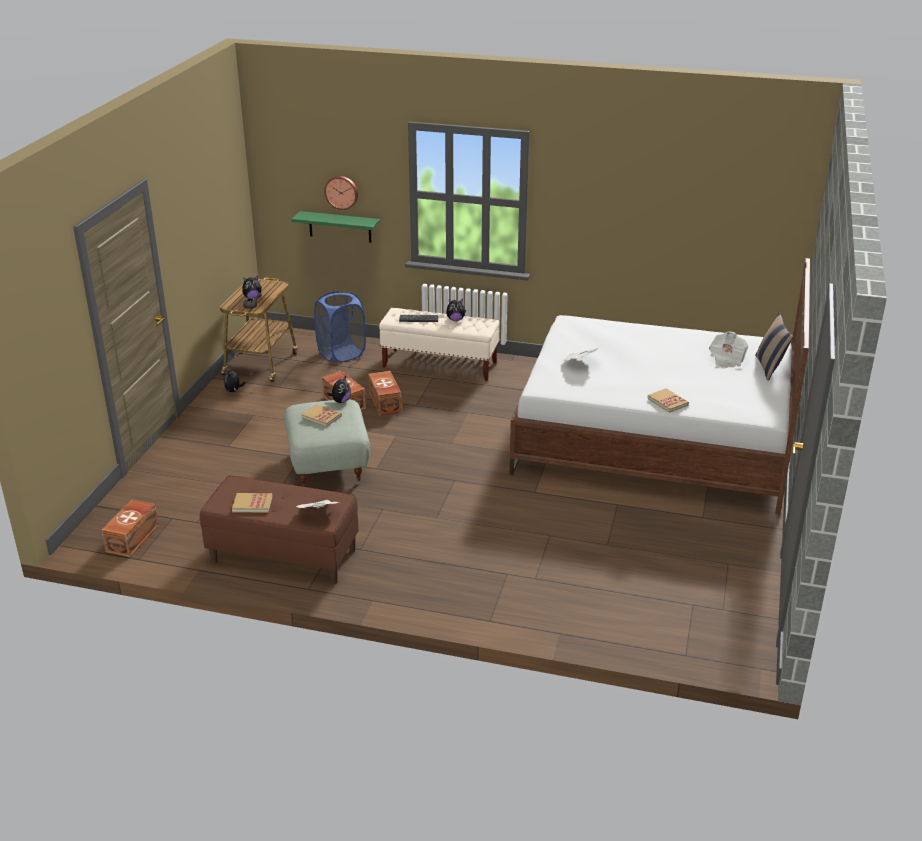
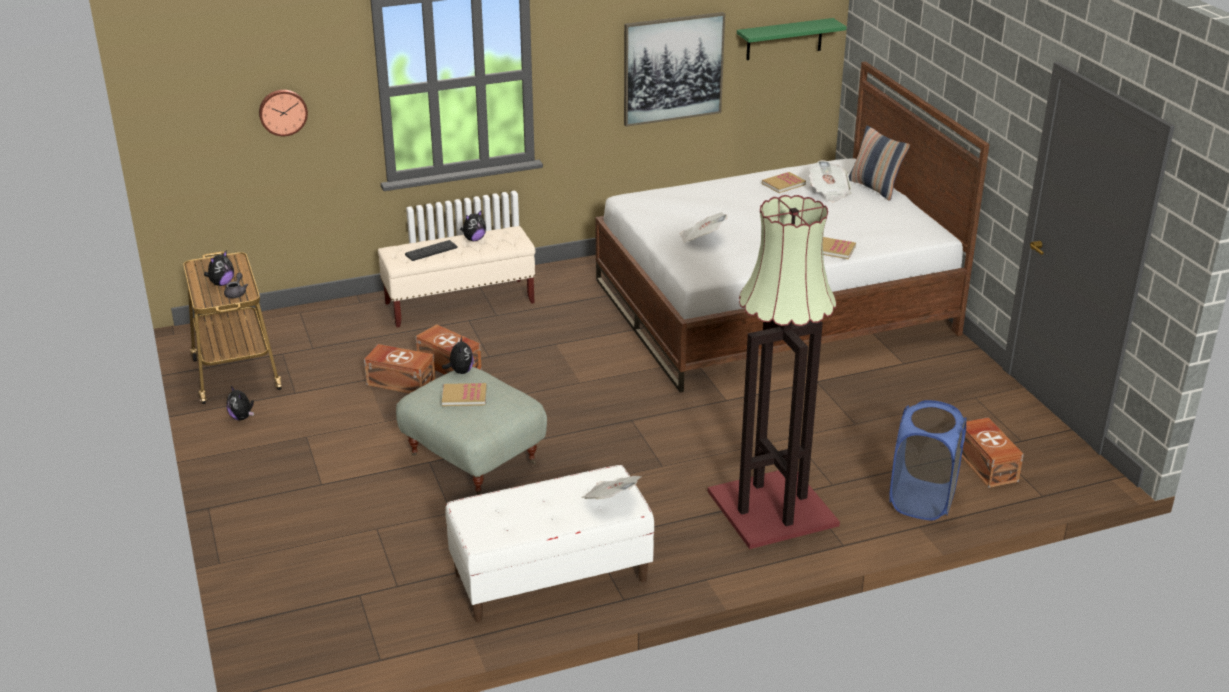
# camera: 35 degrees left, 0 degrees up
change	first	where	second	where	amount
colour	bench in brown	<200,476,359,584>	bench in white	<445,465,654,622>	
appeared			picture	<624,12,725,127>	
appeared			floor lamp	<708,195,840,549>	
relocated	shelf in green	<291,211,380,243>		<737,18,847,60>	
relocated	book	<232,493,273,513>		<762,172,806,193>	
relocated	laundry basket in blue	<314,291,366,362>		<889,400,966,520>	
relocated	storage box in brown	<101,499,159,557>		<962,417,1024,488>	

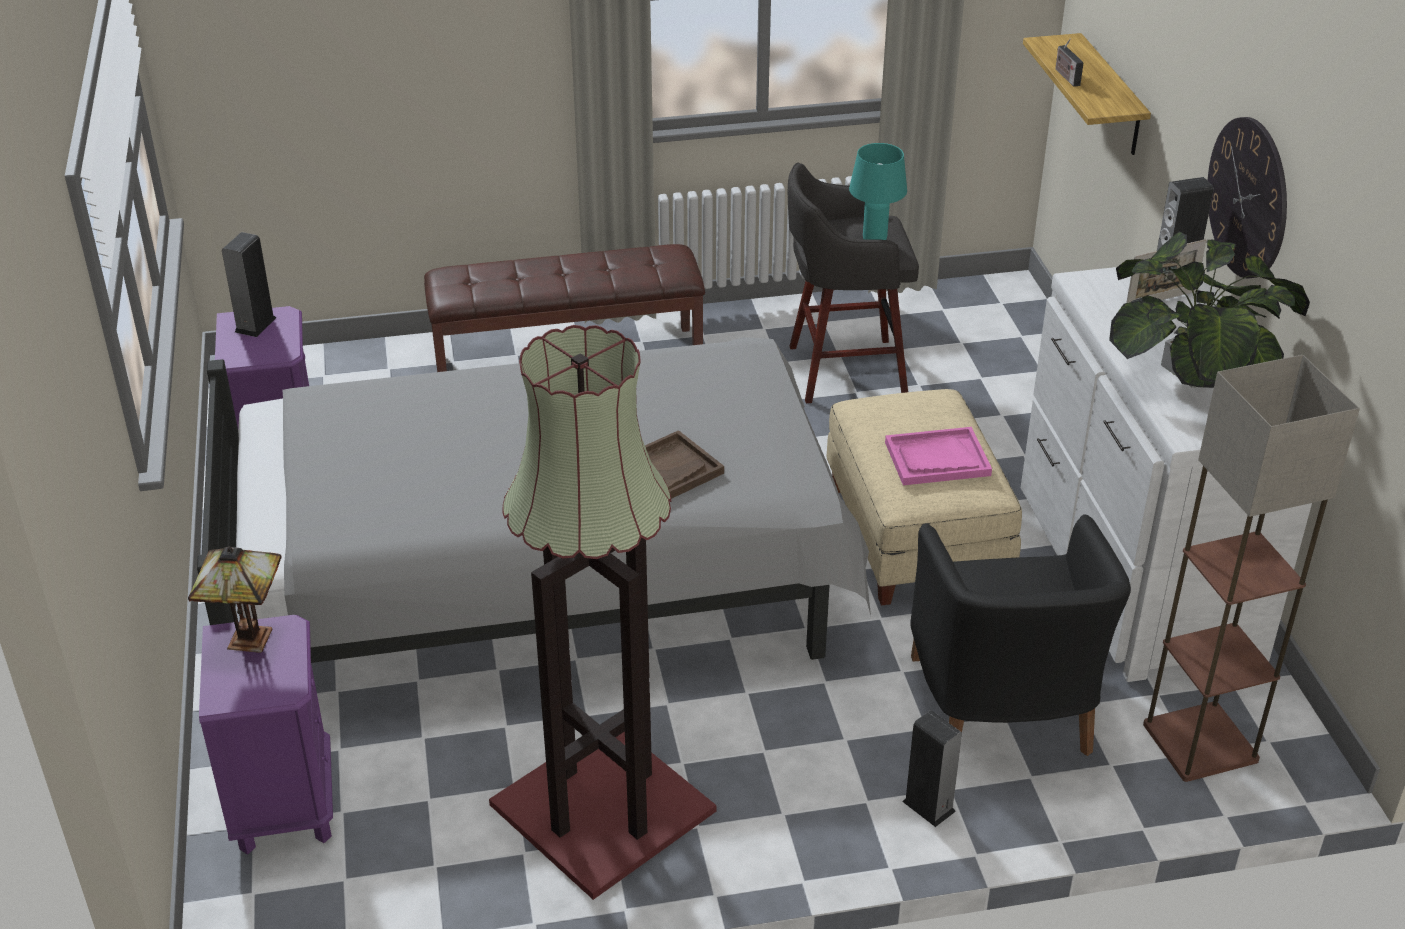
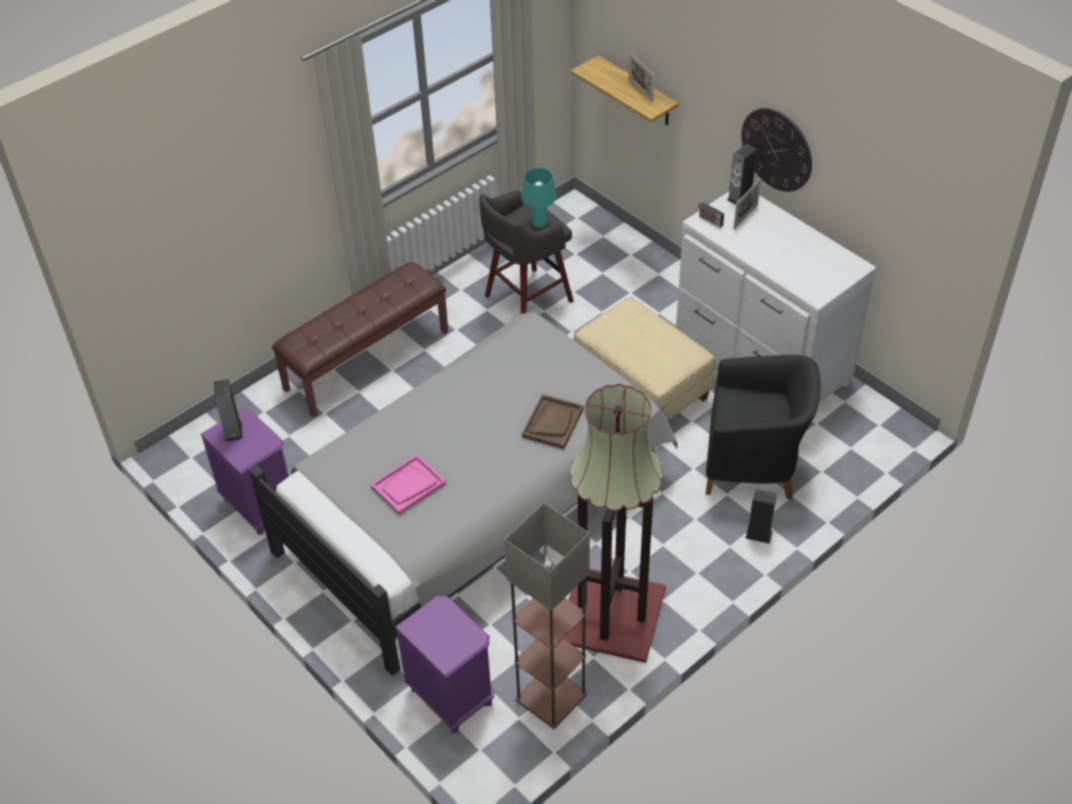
# camera: 30 degrees left, 10 degrees up
change	first	where	second	where	amount
relocated	tray in pink	<885,427,992,485>		<371,454,446,515>	
relocated	floor lamp	<1143,355,1360,782>		<504,503,590,729>	
appeared			picture frame	<628,52,654,103>	
relocated	radio	<1055,39,1084,87>		<698,200,724,228>	
spun	armchair in black	<910,514,1131,756>		<706,355,821,500>	45 degrees counterclockwise
missing	table lamp	<188,546,282,653>			
missing	potted plant	<1109,232,1310,388>			

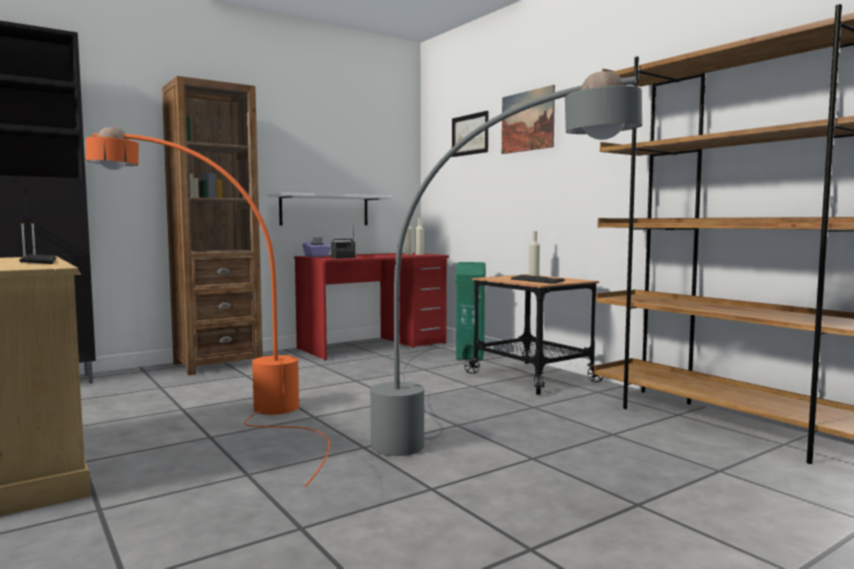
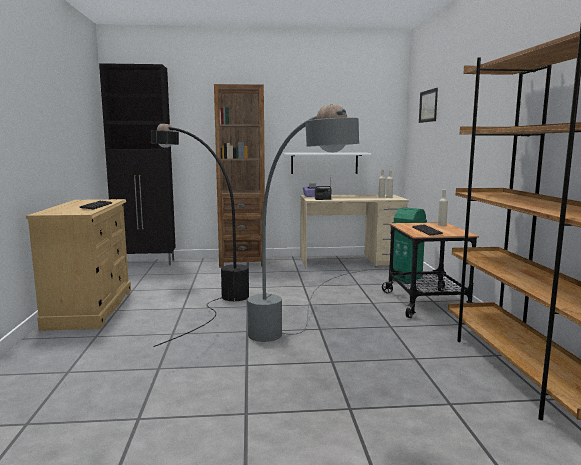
# camera: 30 degrees right, 5 degrees up
change	first	where	second	where	amount
colour	floor lamp in orange	<86,127,330,487>	floor lamp in black	<151,123,249,347>	
colour	desk in red	<294,253,449,360>	desk in beige	<300,194,409,268>	
missing	picture	<502,85,555,154>			

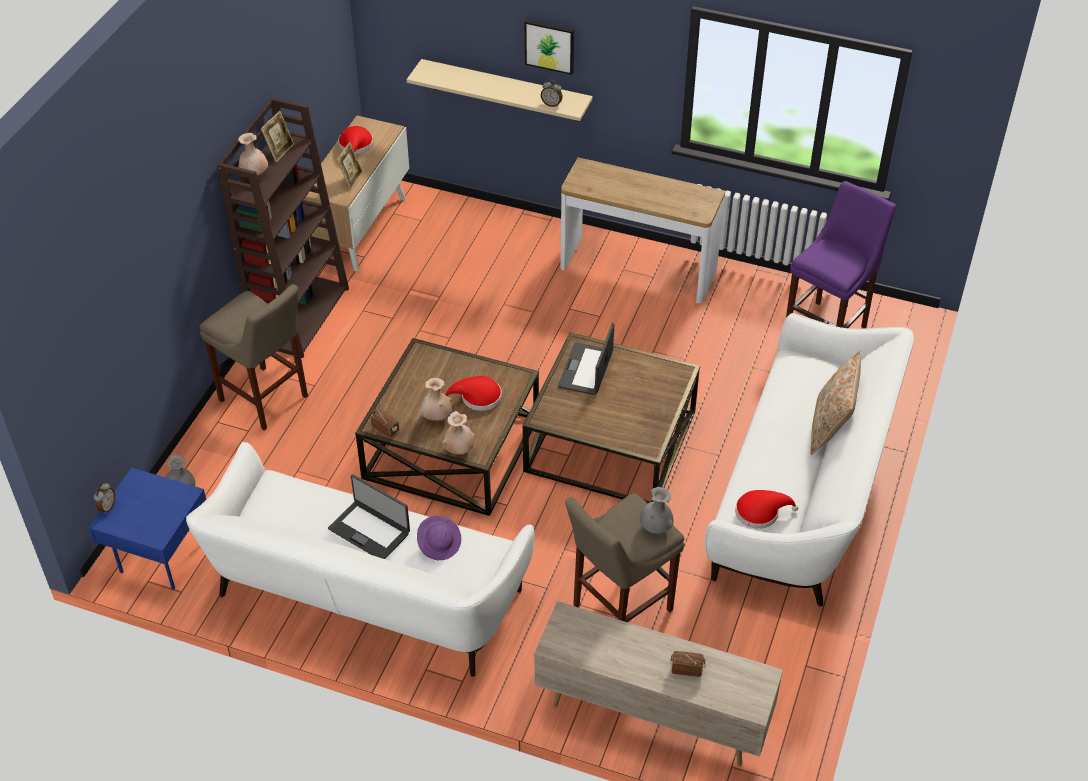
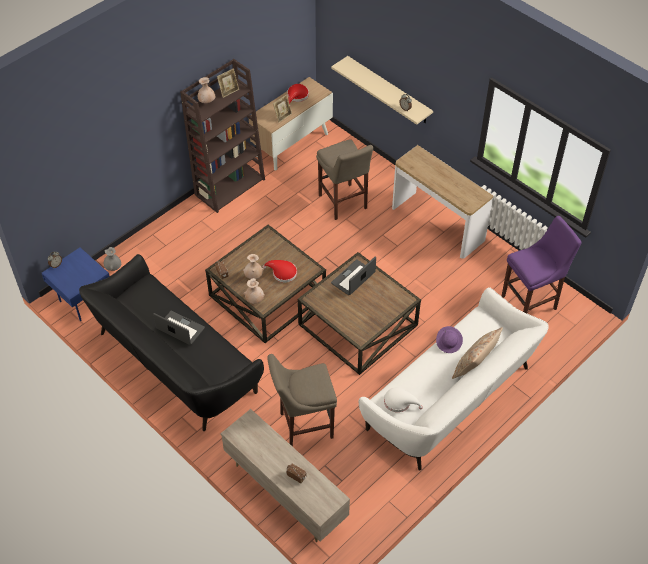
# camera: 25 degrees right, 5 degrees up
change	first	where	second	where	amount
colour	sofa in white	<186,442,535,677>	sofa in black	<79,254,264,431>	
spun	laptop	<328,474,410,559>		<153,310,205,345>	150 degrees clockwise
relocated	stool in beige	<199,284,308,431>		<316,139,373,220>	
colour	hat in red	<735,490,798,529>	hat in white	<384,387,423,412>	
relocated	hat in purple	<417,515,461,560>		<436,326,463,353>	
missing	picture	<525,19,574,75>			
missing	vase in grey	<640,487,674,534>			

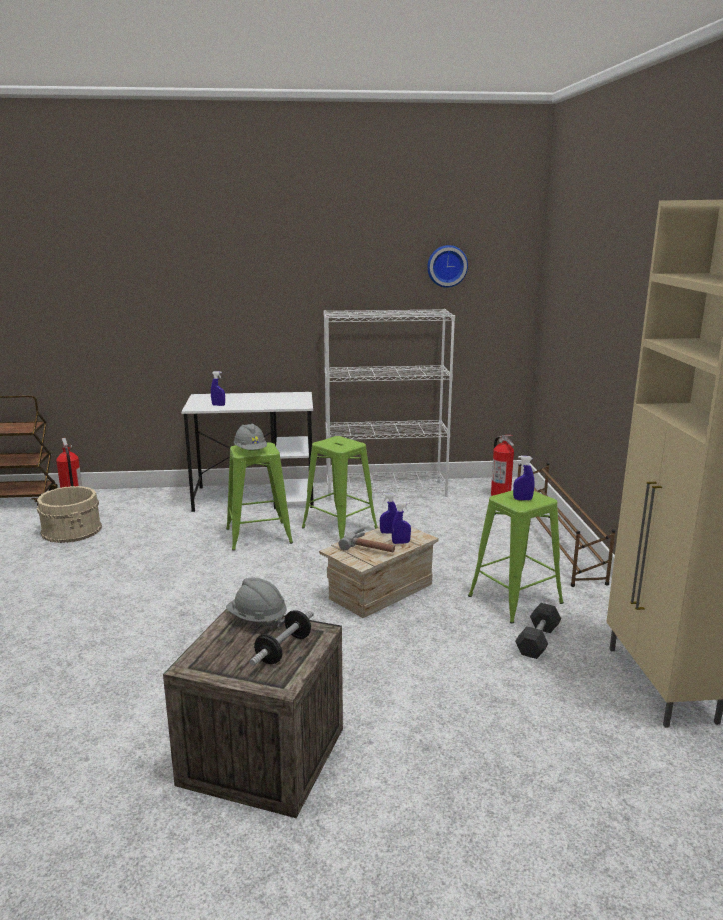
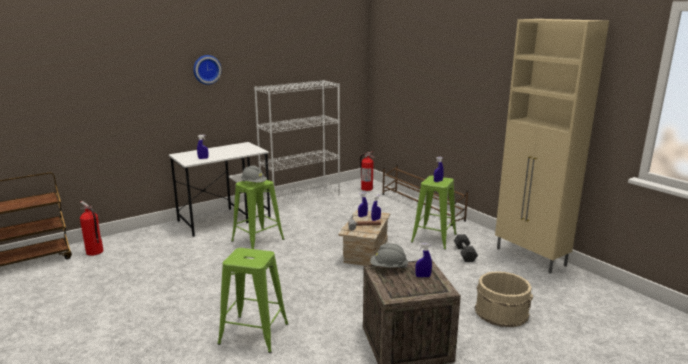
# camera: 30 degrees left, 0 degrees up
change	first	where	second	where	amount
relocated	wall clock	<427,245,468,288>		<193,55,222,85>	
relocated	stool in green	<302,436,378,539>		<218,248,288,353>	
exchanged	dumbbell	<250,610,314,666>	spray bottle in blue	<415,243,432,277>	
relocated	bucket in beige	<37,486,102,543>		<475,271,533,327>	

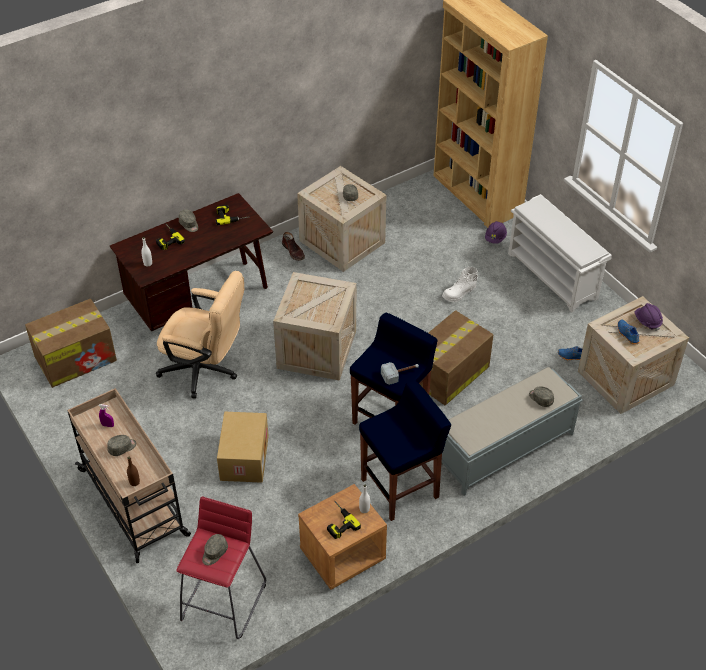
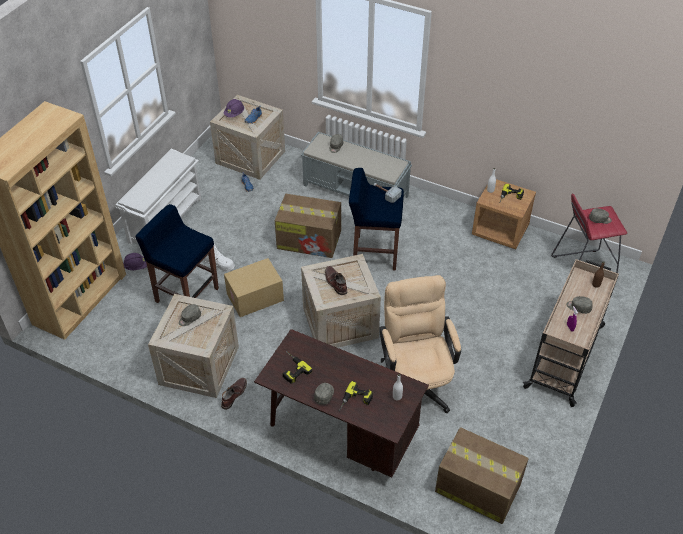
# camera: 120 degrees left, 0 degrees up
change	first	where	second	where	amount
relocated	stool in blue	<359,381,451,521>		<135,204,219,303>	
relocated	cardboard box	<217,412,269,483>		<224,258,284,317>	
appeared			boot in brown	<325,266,347,295>	

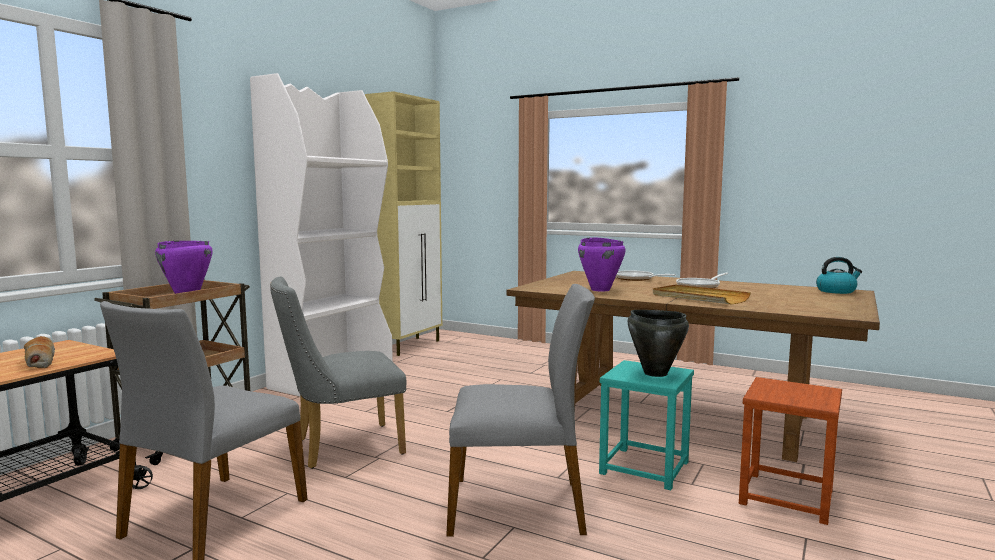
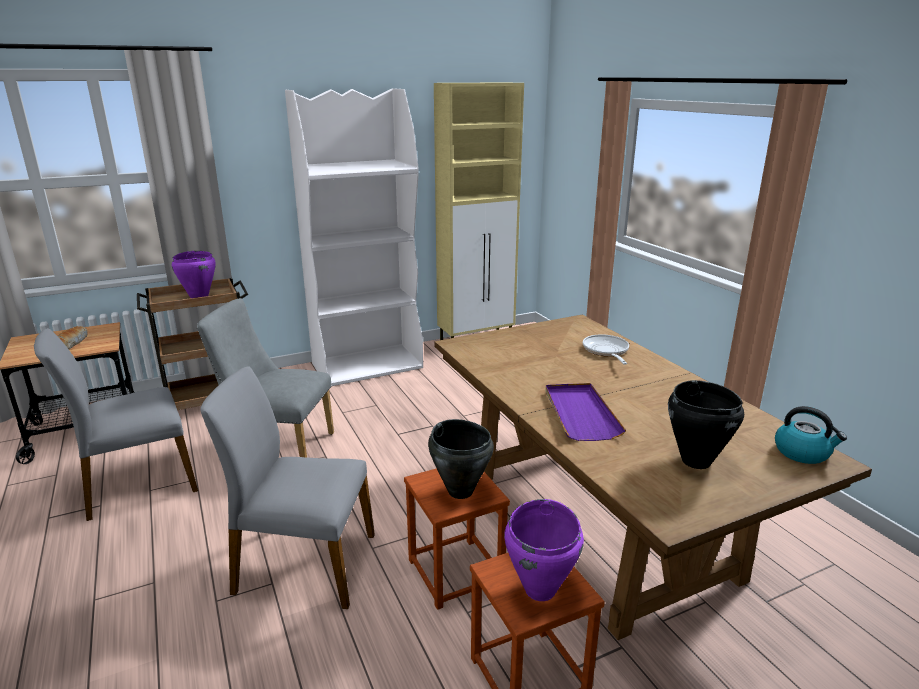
# camera: 35 degrees right, 15 degrees up
change	first	where	second	where	amount
spun	chair in grey	<446,284,595,537>		<200,366,375,609>	150 degrees clockwise
colour	stool in turquoise	<599,360,694,490>	stool in brown	<404,468,510,610>	
relocated	cooking pot in purple	<578,237,626,291>		<504,499,584,601>	
colour	tray in beige	<653,284,751,304>	tray in purple	<545,383,626,441>	
appeared			cooking pot in black	<668,380,744,469>	
missing	frying pan	<676,273,729,288>			

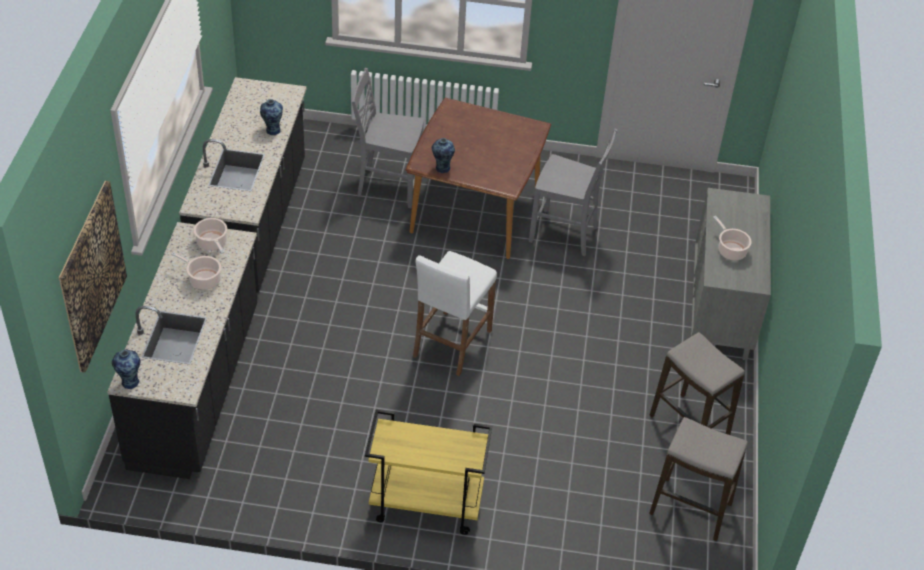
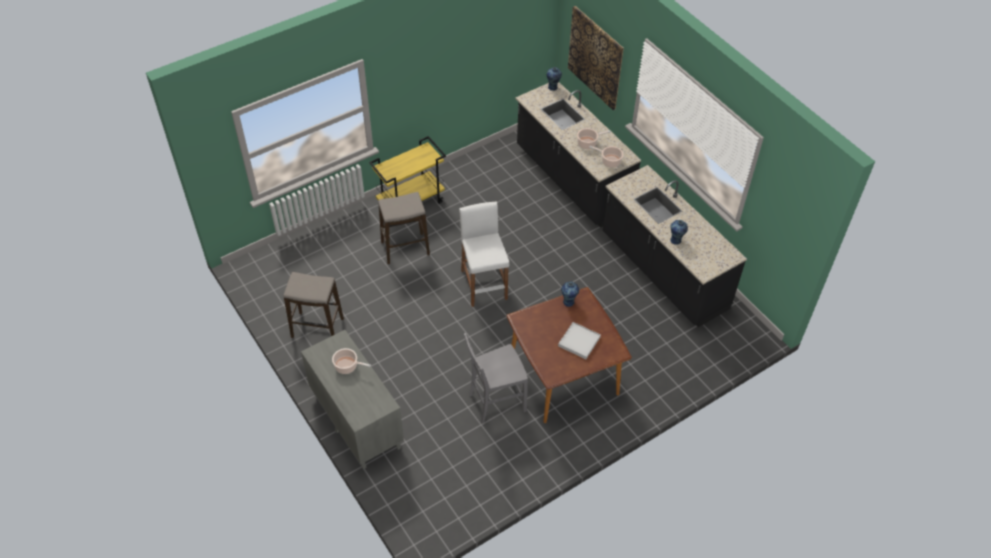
# camera: 140 degrees right, 5 degrees up
change	first	where	second	where	amount
relocated	stool	<649,417,748,541>		<378,192,430,264>	
appeared			tray in white	<558,322,601,359>	
missing	chair in grey	<352,68,424,208>			

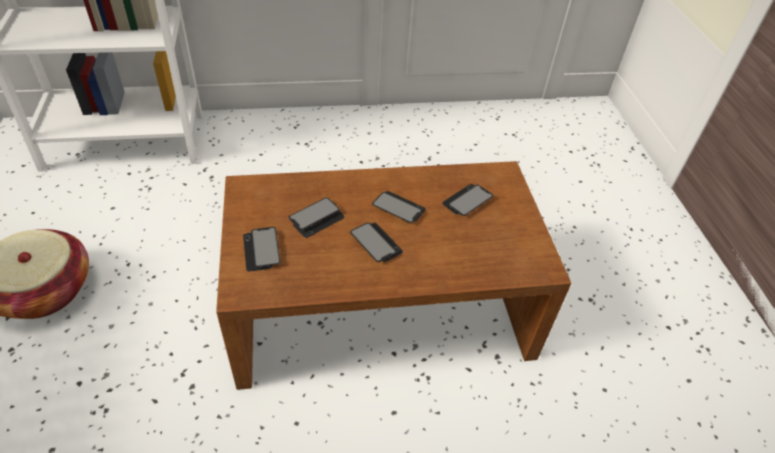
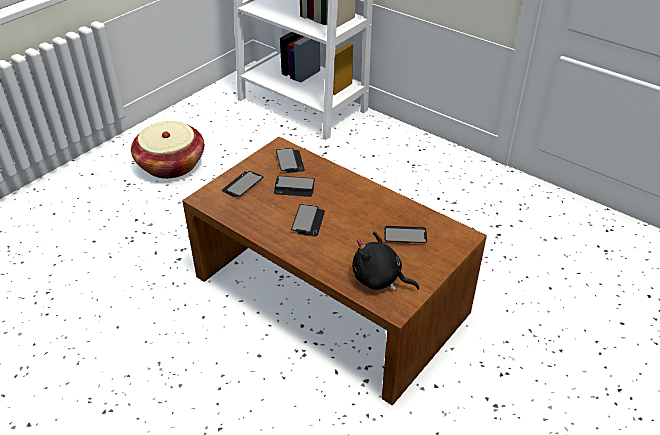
# camera: 50 degrees right, 5 degrees down
change	first	where	second	where	amount
relocated	phone	<372,191,426,223>		<276,148,305,173>	
appeared			plush toy in black	<352,232,419,291>	

